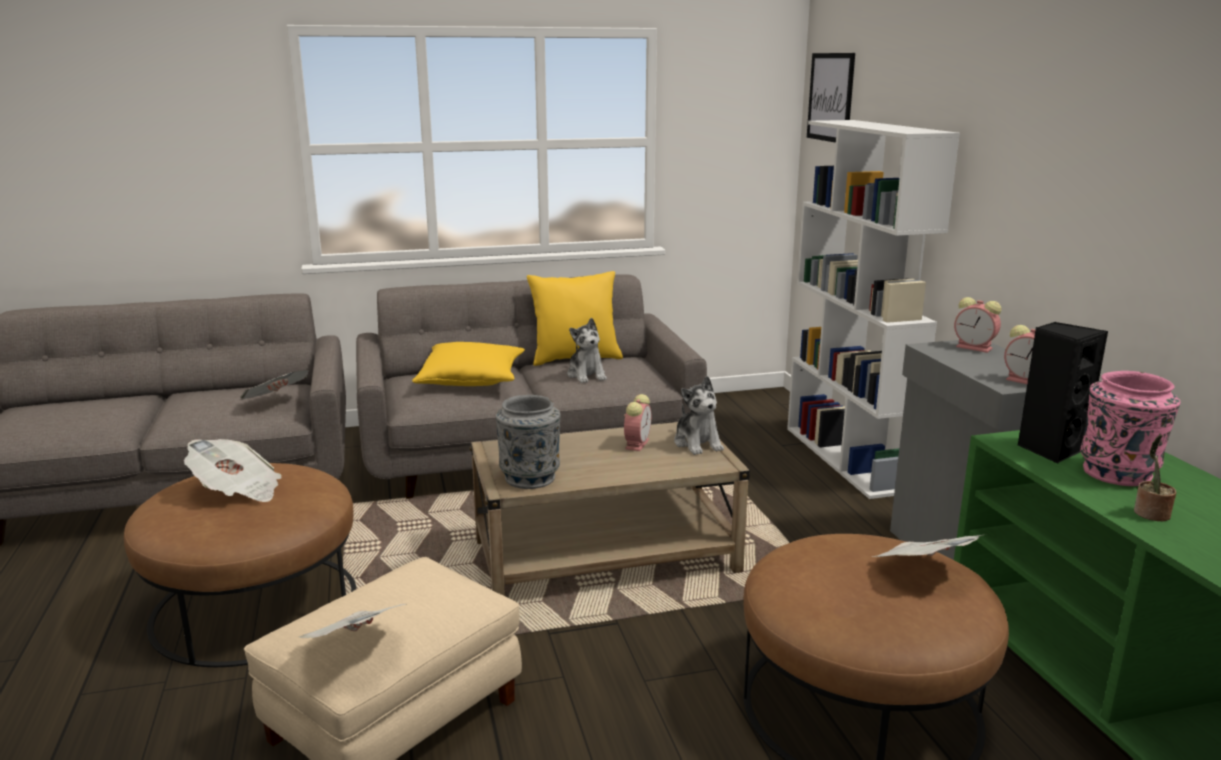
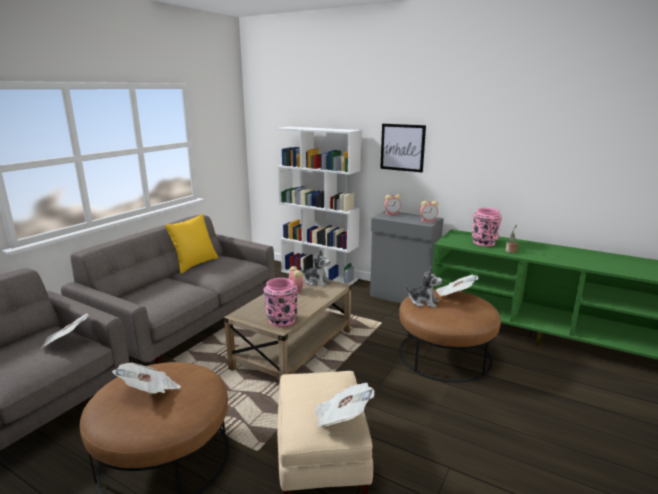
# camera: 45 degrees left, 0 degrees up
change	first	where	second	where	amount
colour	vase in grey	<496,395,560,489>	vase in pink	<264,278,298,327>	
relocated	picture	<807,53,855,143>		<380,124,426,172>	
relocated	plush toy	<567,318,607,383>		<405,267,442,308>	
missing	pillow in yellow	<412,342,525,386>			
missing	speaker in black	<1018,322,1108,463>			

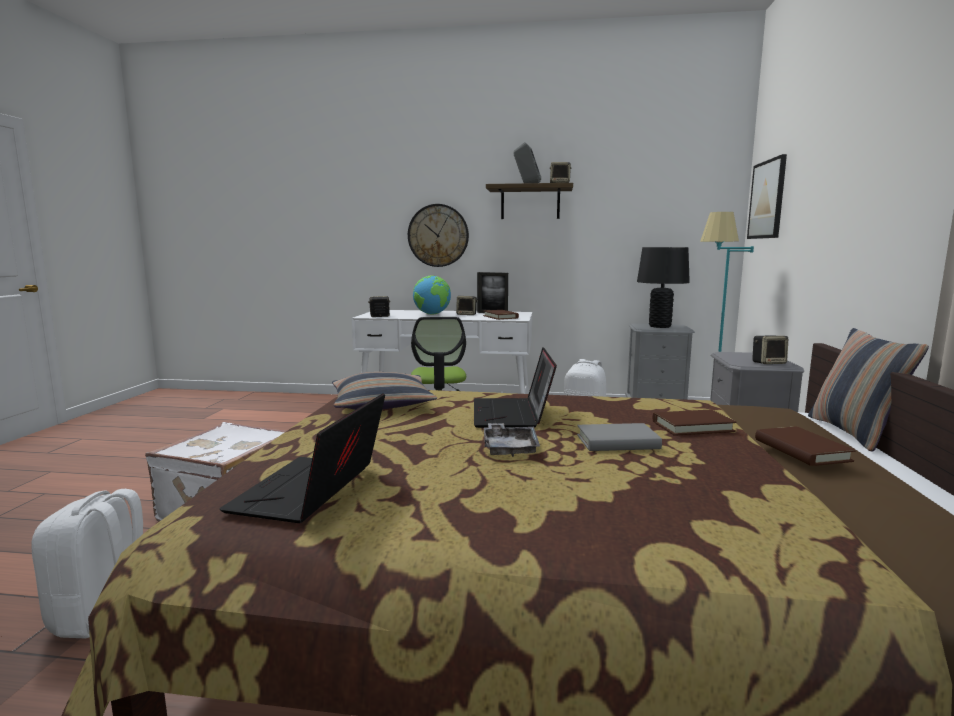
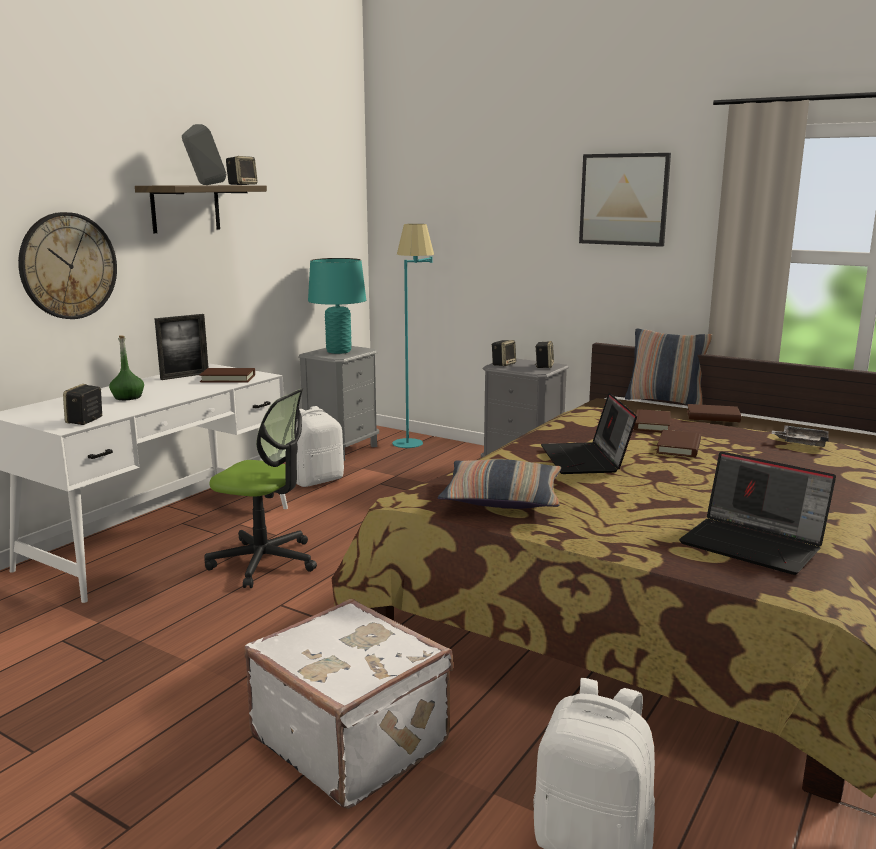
# camera: 65 degrees left, 5 degrees up
change	first	where	second	where	amount
exchanged	globe	<413,275,451,314>	bottle in green	<109,335,144,400>	
colour	table lamp in black	<637,247,690,328>	table lamp in turquoise	<308,258,366,354>	
relocated	speaker	<456,296,478,315>		<492,340,516,366>	
spun	laptop	<474,347,557,428>		<541,393,637,474>	60 degrees clockwise
relocated	picture	<747,154,787,239>		<579,153,671,247>	
colour	book in grey	<577,423,662,451>	book in brown	<656,430,701,457>	
relocated	tray in grey	<484,423,540,457>		<771,425,829,447>	

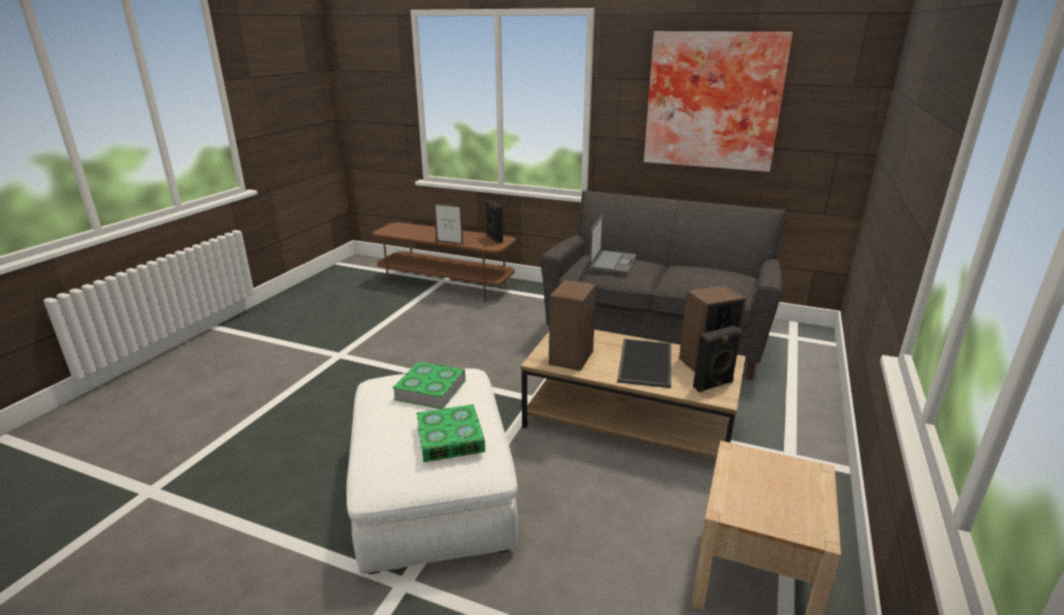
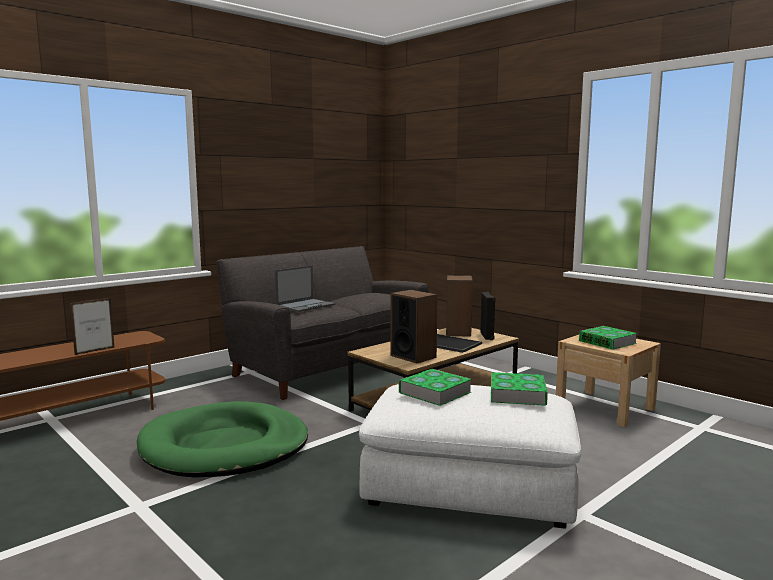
# camera: 65 degrees left, 15 degrees down
change	first	where	second	where	amount
appeared			dog bed in green	<137,401,308,478>	
spun	laptop	<589,215,637,273>		<275,265,335,312>	90 degrees clockwise
appeared			book	<579,326,637,349>	
missing	speaker in black	<486,200,503,244>			
missing	picture	<644,31,793,172>			

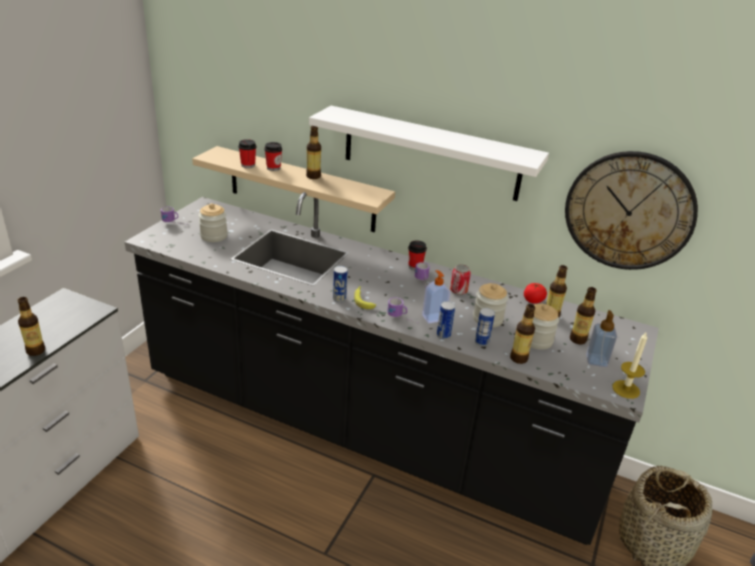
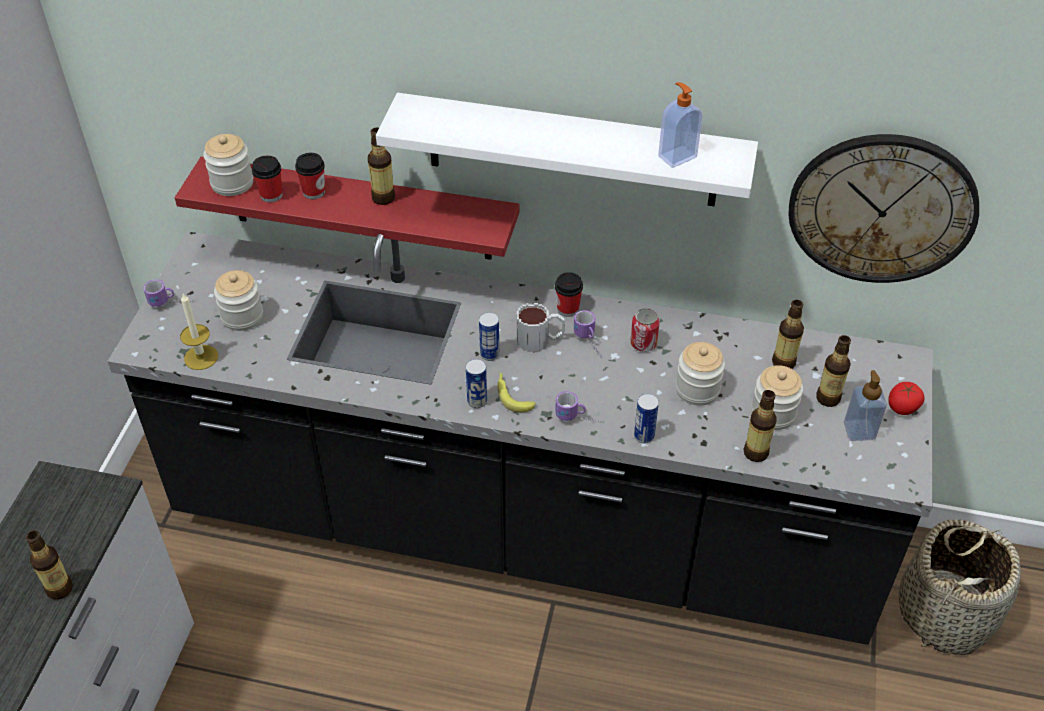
# camera: 10 degrees left, 15 degrees up
change	first	where	second	where	amount
colour	shelf in beige	<192,146,395,232>	shelf in red	<175,157,520,260>	
relocated	candle	<612,331,647,399>		<180,294,218,370>	
appeared			jar	<203,134,253,196>	
relocated	can	<475,308,495,347>		<479,312,499,361>	
appeared			mug	<517,303,565,352>	
relocated	soap dispenser	<422,270,450,323>		<658,82,702,168>	
relocated	tomato	<524,283,547,304>		<888,382,925,415>	

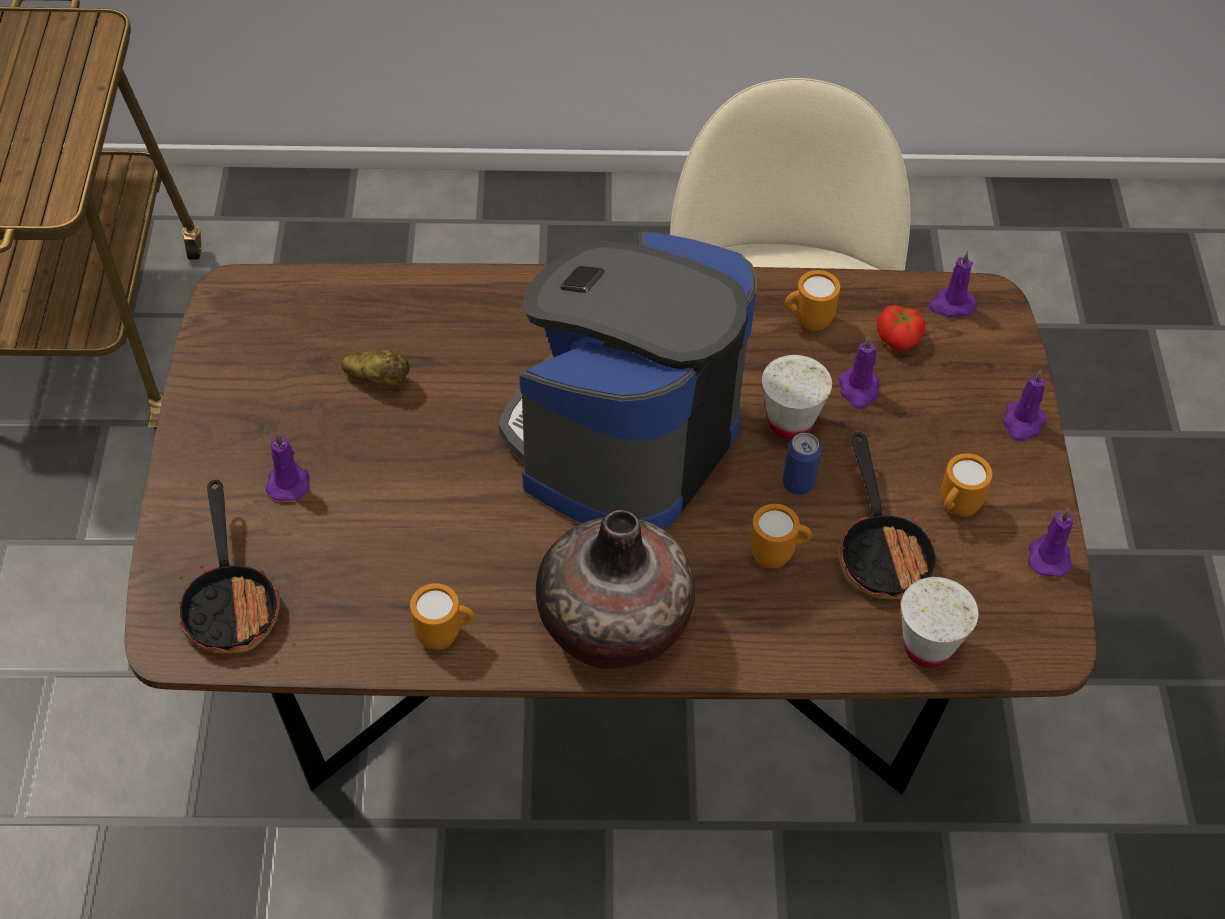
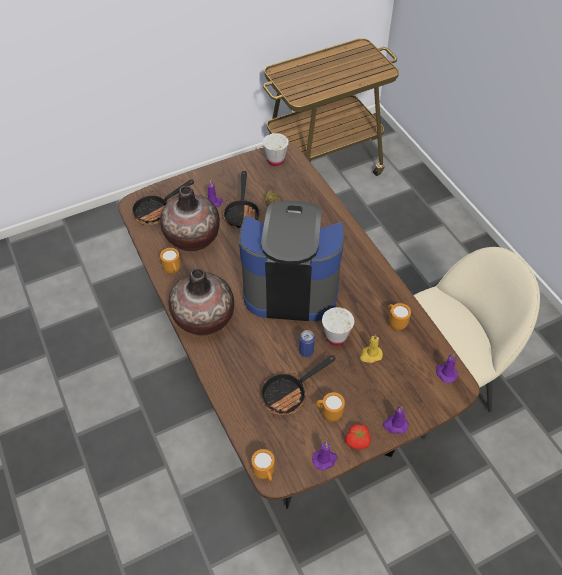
# camera: 65 degrees right, 0 degrees up
change	first	where	second	where	amount
appeared			vase	<160,186,220,251>	
appeared			frying pan	<223,171,260,229>	
relocated	mug in orange	<750,504,812,568>		<251,449,275,481>	
relocated	cup in white	<901,577,978,668>		<263,133,289,166>	
relocated	tomato	<877,305,925,351>		<345,424,371,449>	
colour	candle in purple	<839,336,879,409>	candle in yellow	<360,334,383,363>	

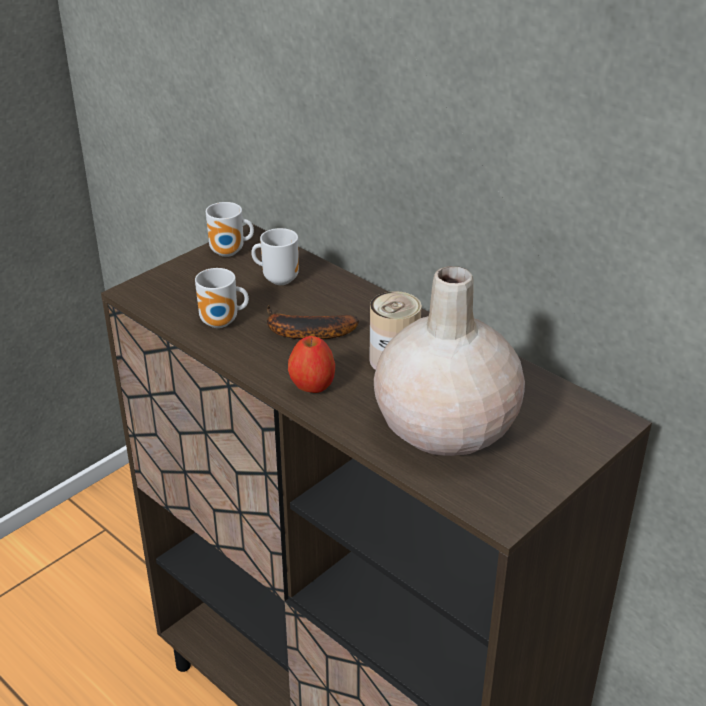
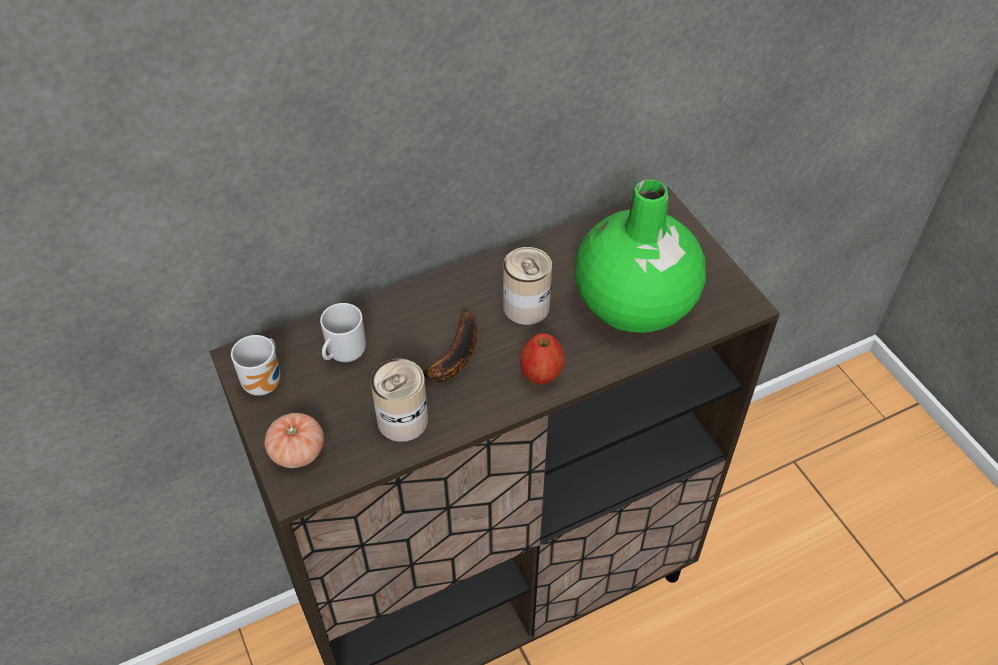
# camera: 70 degrees left, 15 degrees up
change	first	where	second	where	amount
appeared			tomato	<264,413,324,468>	
exchanged	mug	<195,268,249,328>	can	<371,359,428,442>	
colour	vase in beige	<374,266,525,456>	vase in green	<575,180,706,333>	

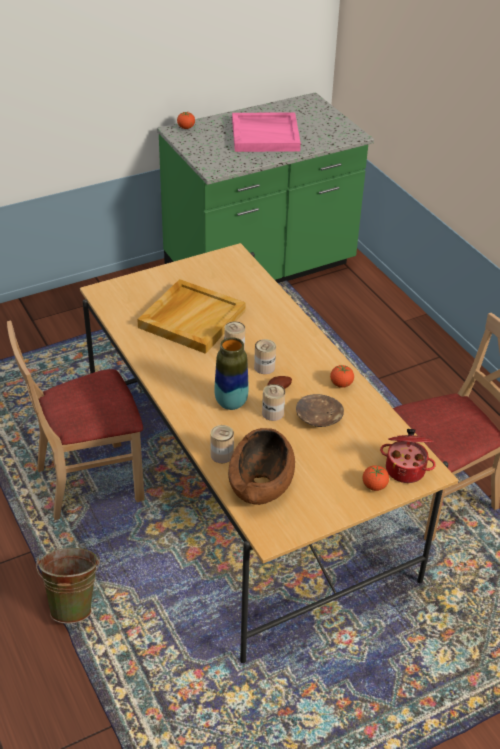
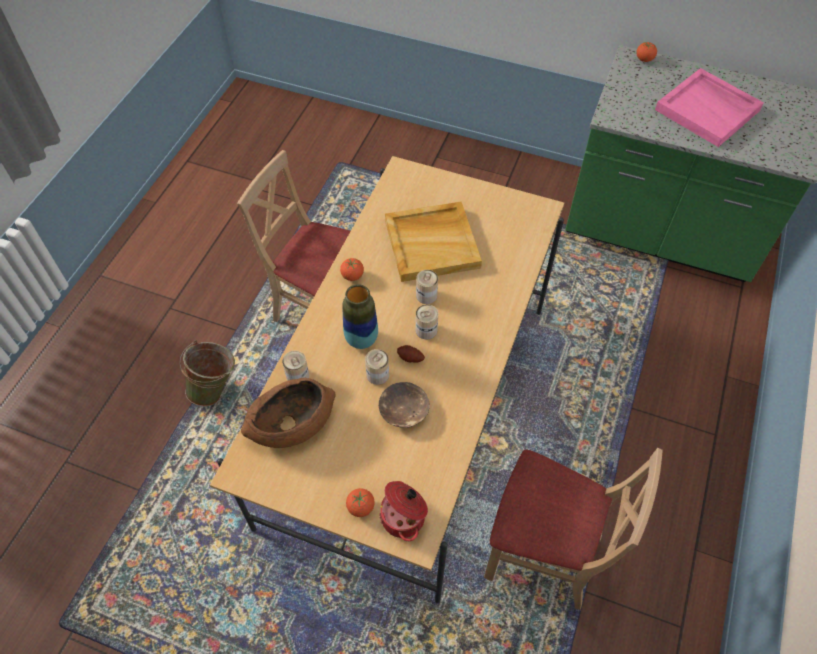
# camera: 50 degrees right, 15 degrees up
change	first	where	second	where	amount
relocated	tomato	<330,365,354,388>		<340,258,364,281>	

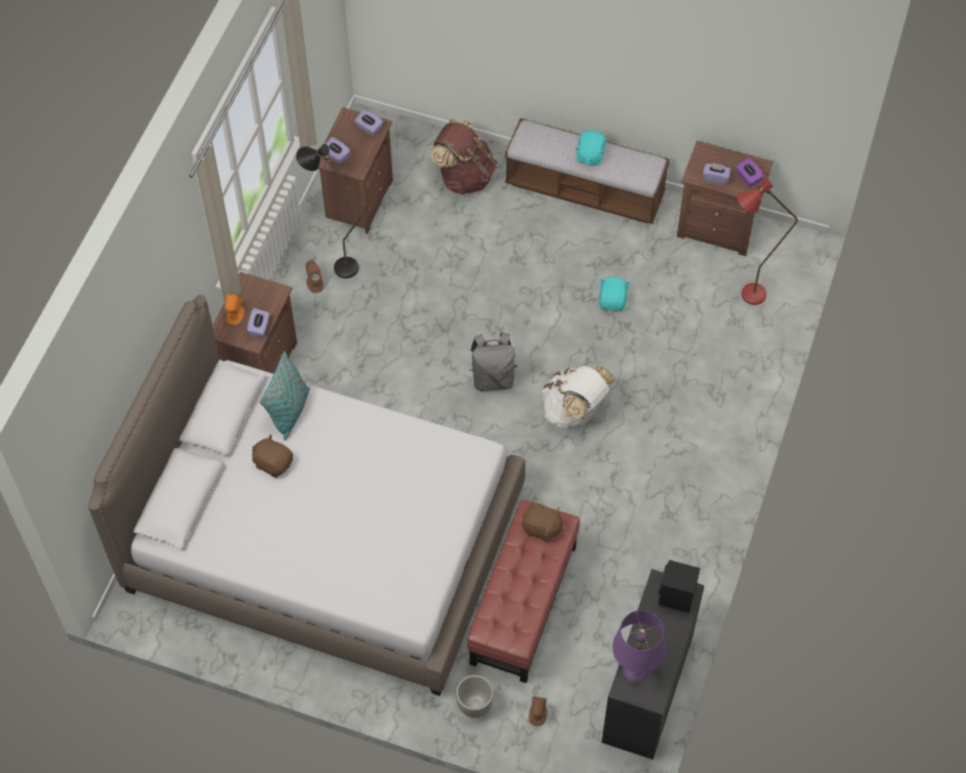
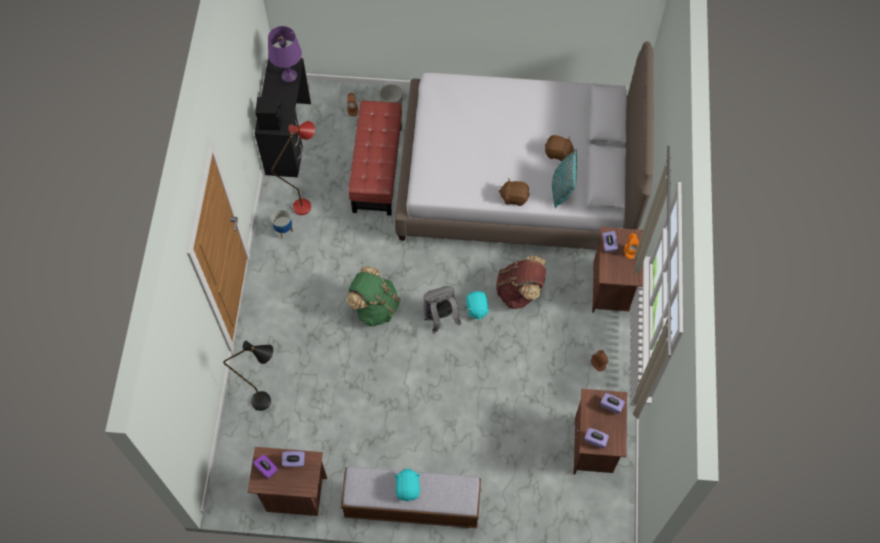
# camera: 165 degrees right, 5 degrees up
change	first	where	second	where	amount
relocated	floor lamp in black	<296,144,366,278>		<223,340,273,411>	
relocated	floor lamp in red	<737,178,798,305>		<271,121,315,215>	
appeared			planter	<271,209,293,239>	
colour	backpack in white	<541,365,615,429>	backpack in green	<346,267,400,327>	
relocated	plush toy in turquoise	<599,276,630,311>		<466,291,490,320>	
relocated	backpack in brown	<430,119,497,195>		<496,255,546,309>	
relocated	plush toy in brown	<522,503,564,542>		<499,179,530,206>	

